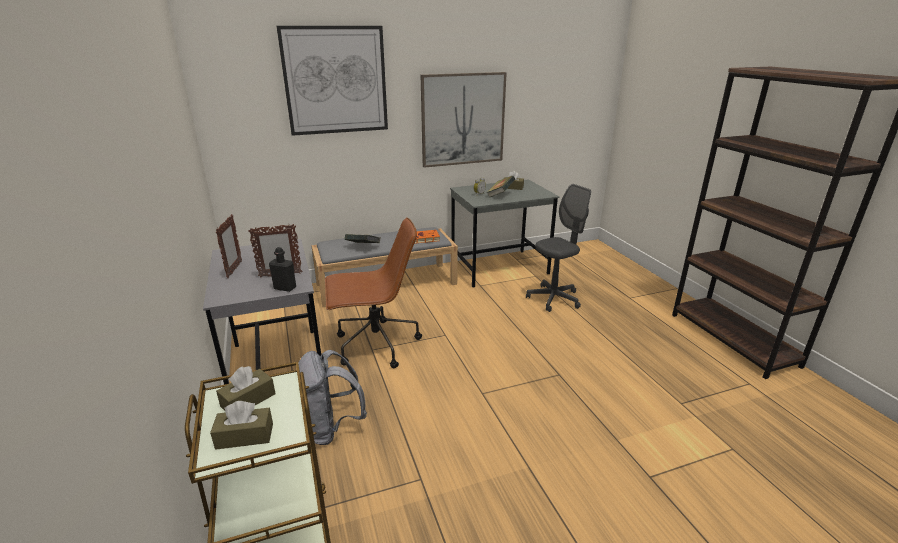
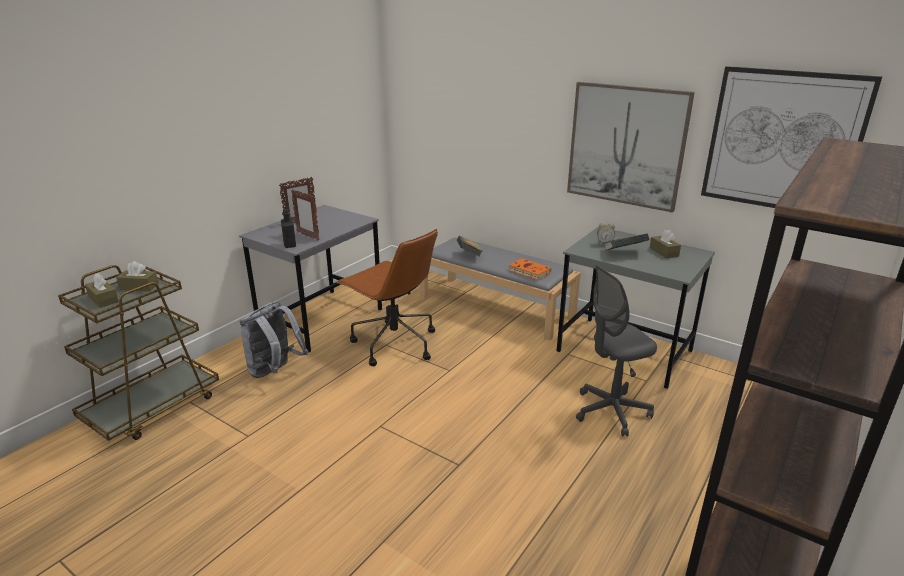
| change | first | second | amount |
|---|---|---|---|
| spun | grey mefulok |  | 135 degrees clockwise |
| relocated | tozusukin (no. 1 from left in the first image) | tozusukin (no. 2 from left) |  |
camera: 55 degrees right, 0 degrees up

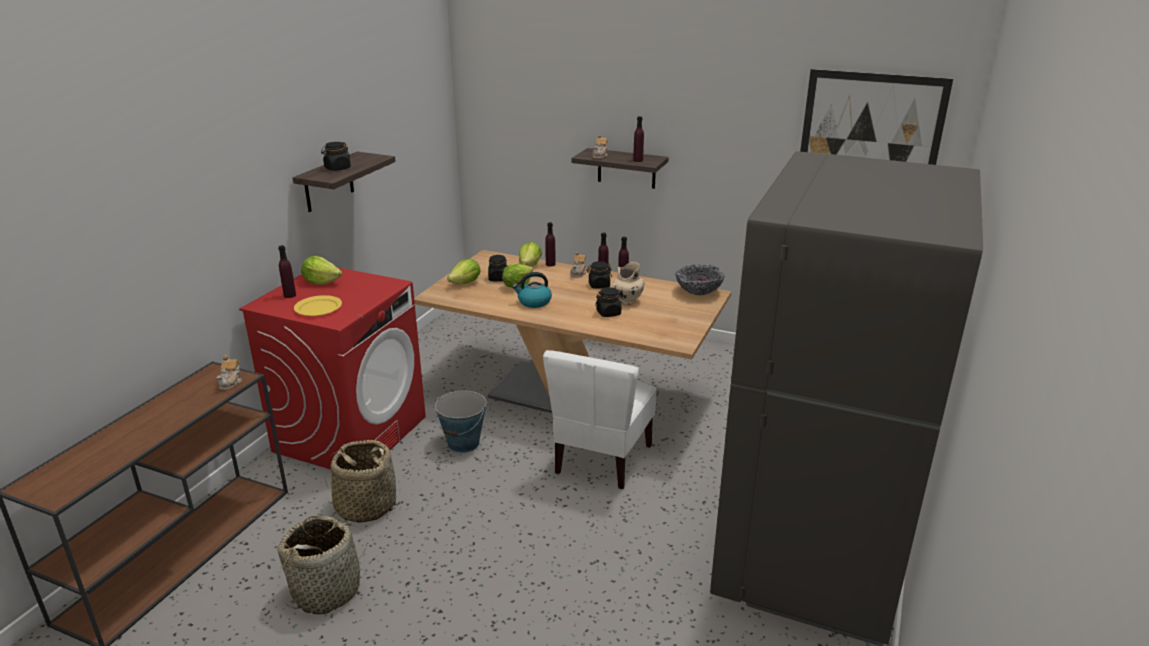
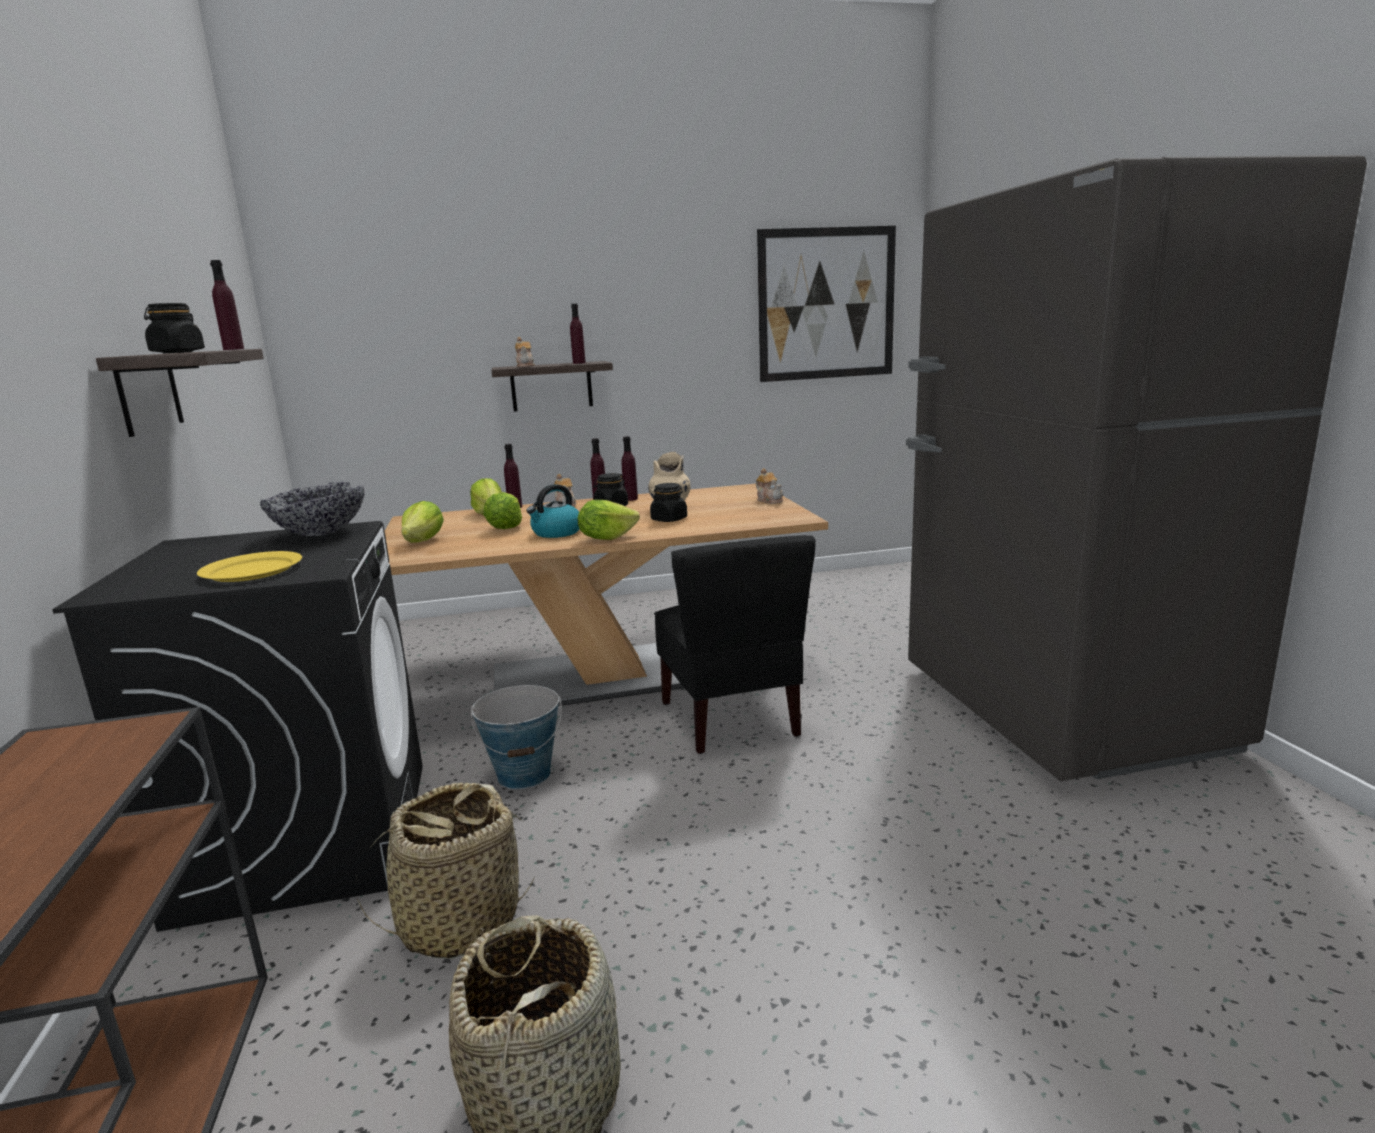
| change | first | second | amount |
|---|---|---|---|
| colour | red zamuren | black zamuren |  |
| relocated | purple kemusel (no. 1 from left) |  |  |
| relocated | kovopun |  |  |
| relocated | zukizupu (no. 1 from left in the first image) | zukizupu (no. 4 from left) |  |
| colour | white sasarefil | black sasarefil |  |
| relocated | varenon (no. 1 from left in the first image) | varenon (no. 3 from left) |  |
| missing | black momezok (no. 2 from left) |  |  |
camera: 35 degrees left, 10 degrees down

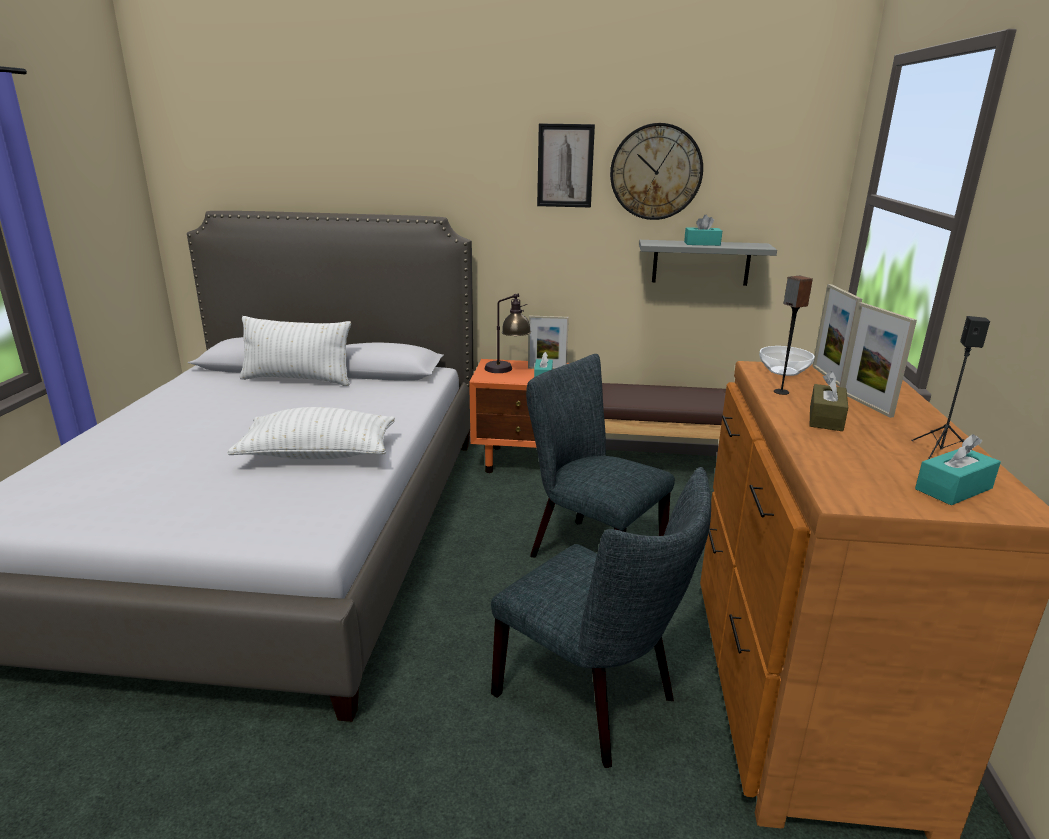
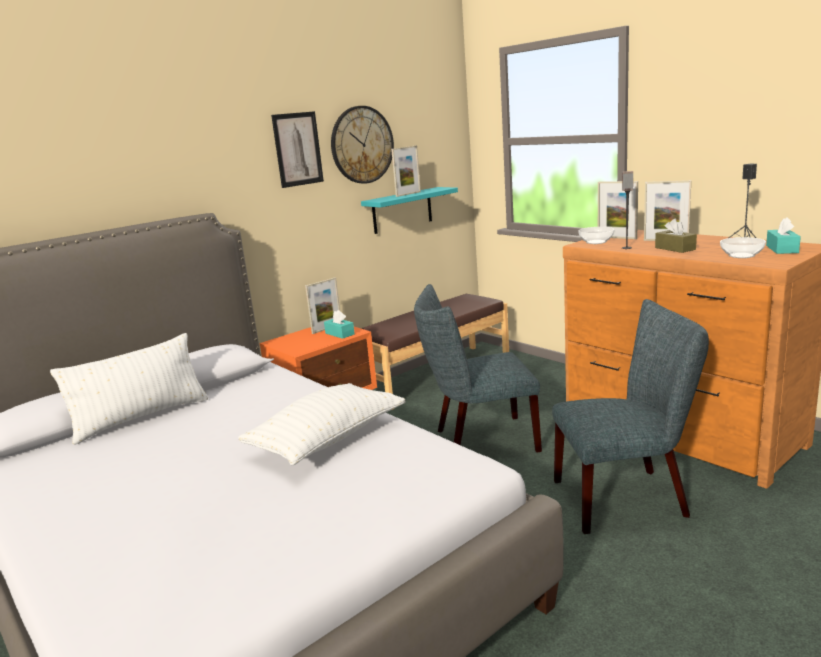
| change | first | second | amount |
|---|---|---|---|
| colour | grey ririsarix | turquoise ririsarix |  |
| exchanged | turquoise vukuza (no. 2 from left) | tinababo (no. 2 from left) |  |
| appeared |  | kovopun (no. 2 from left) |  |
| missing | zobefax |  |  |
camera: 45 degrees left, 5 degrees down

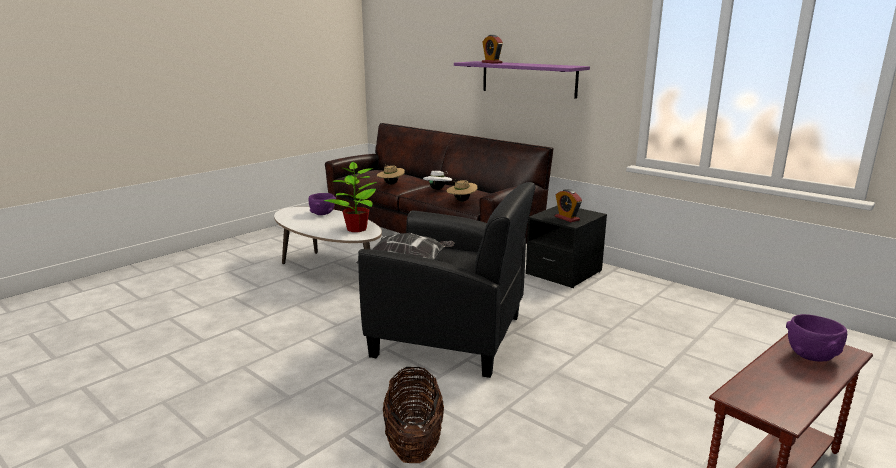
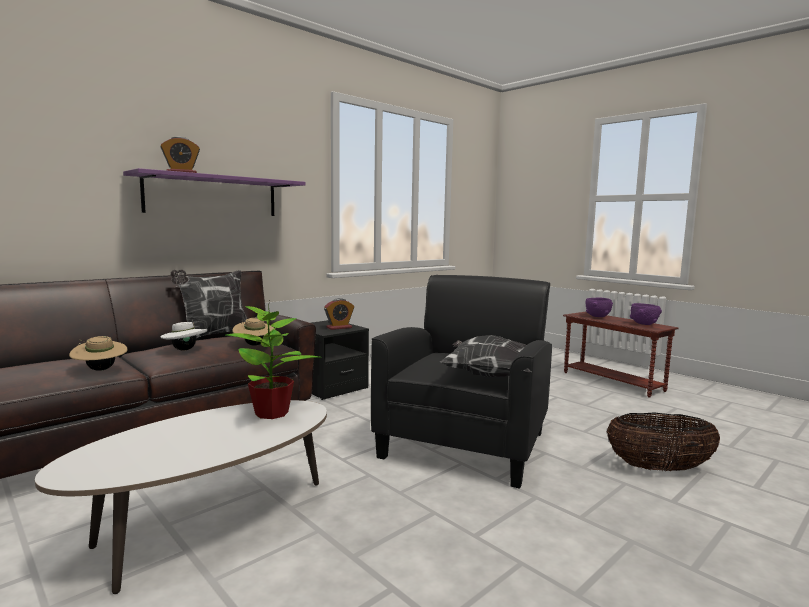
| change | first | second | amount |
|---|---|---|---|
| appeared |  | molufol (no. 1 from left) |  |
| relocated | purple kovopun (no. 1 from left in the first image) | purple kovopun (no. 2 from left) |  |
camera: 85 degrees left, 10 degrees down

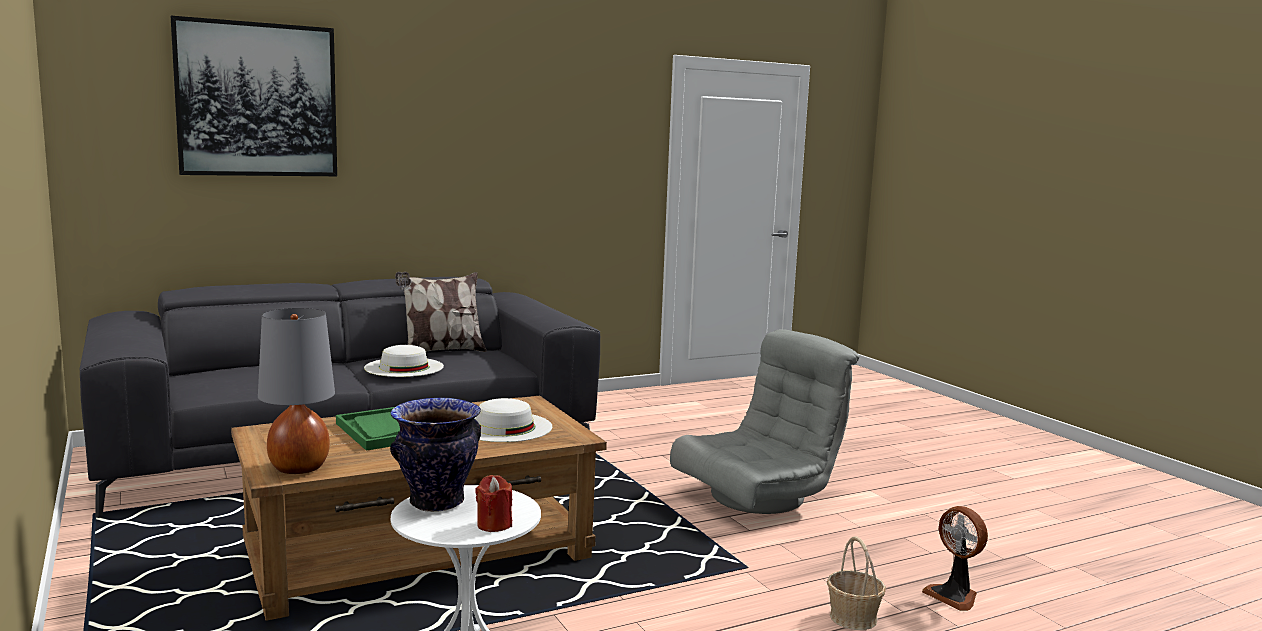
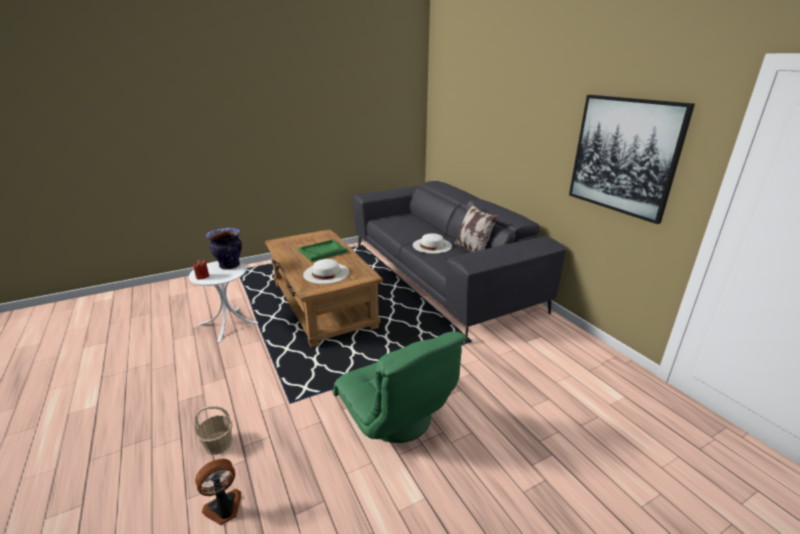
| change | first | second | amount |
|---|---|---|---|
| colour | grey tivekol | green tivekol |  |
| relocated | tozusukin |  |  |
| missing | grey zobefax |  |  |
camera: 90 degrees right, 15 degrees up

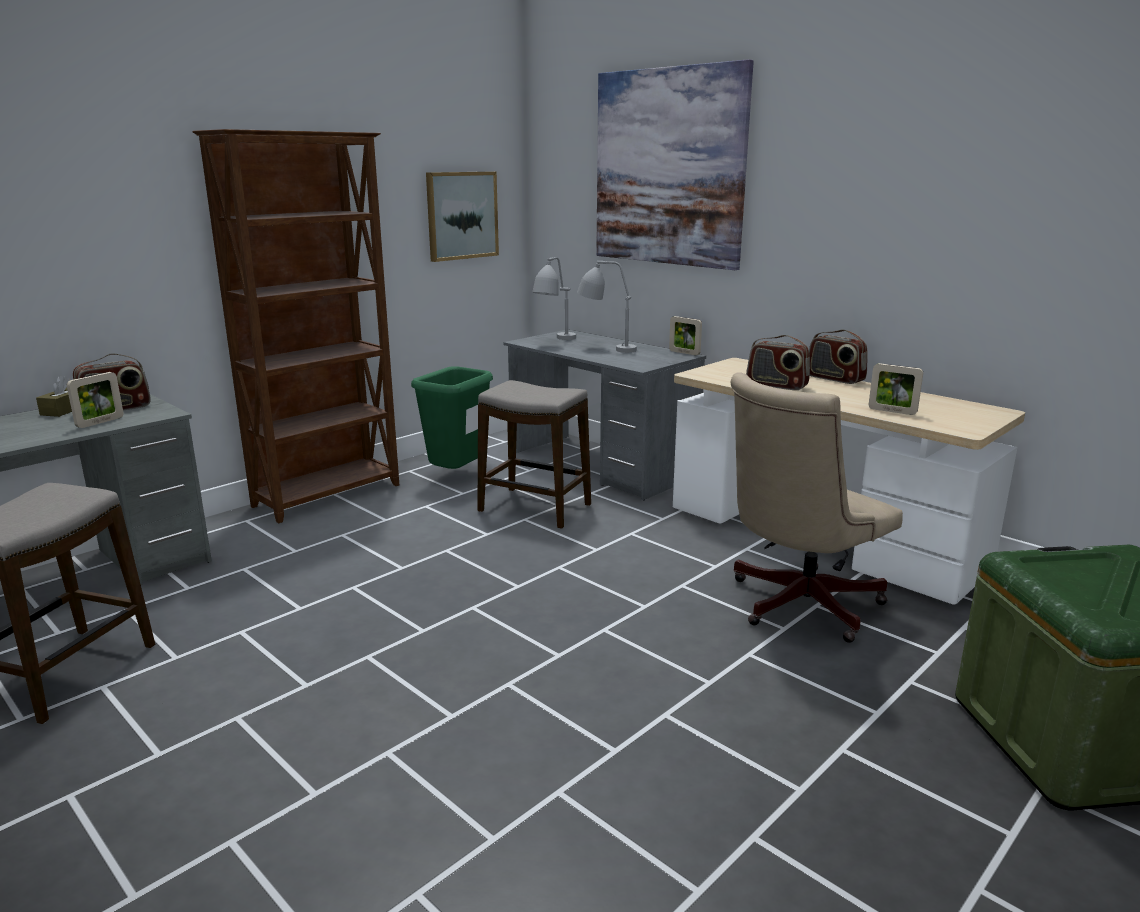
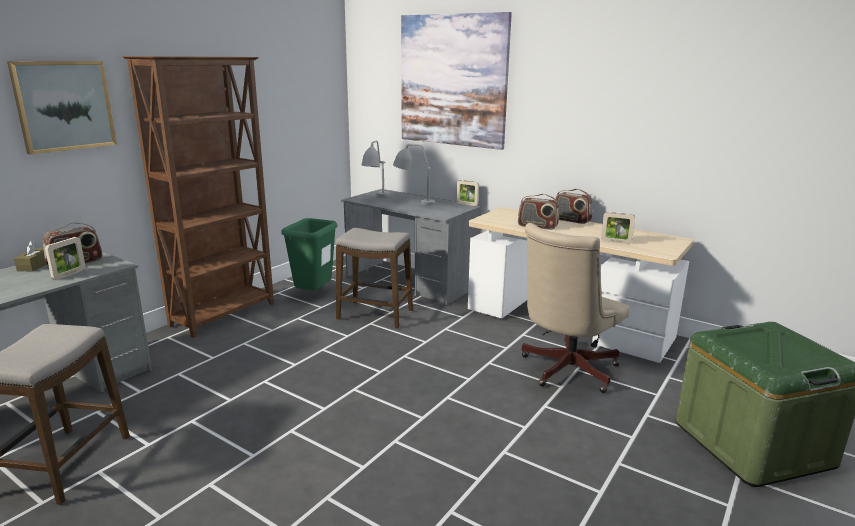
| change | first | second | amount |
|---|---|---|---|
| relocated | tozusukin (no. 1 from left) |  |  |
camera: 10 degrees left, 0 degrees up

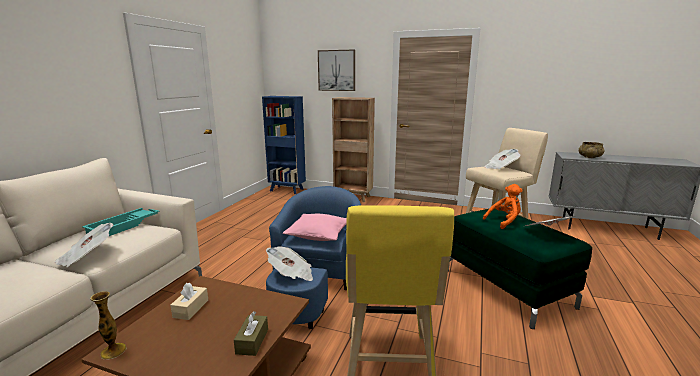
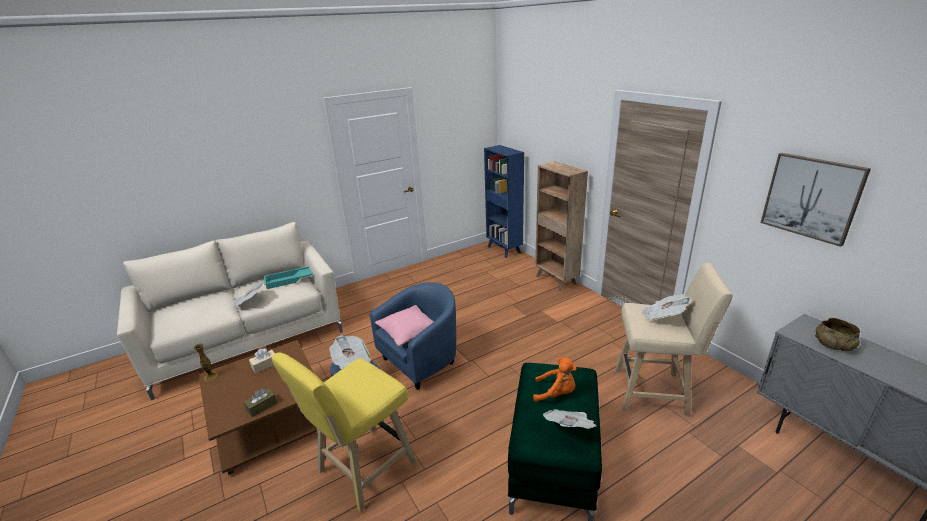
| change | first | second | amount |
|---|---|---|---|
| relocated | tozusukin |  |  |
camera: 40 degrees right, 10 degrees up

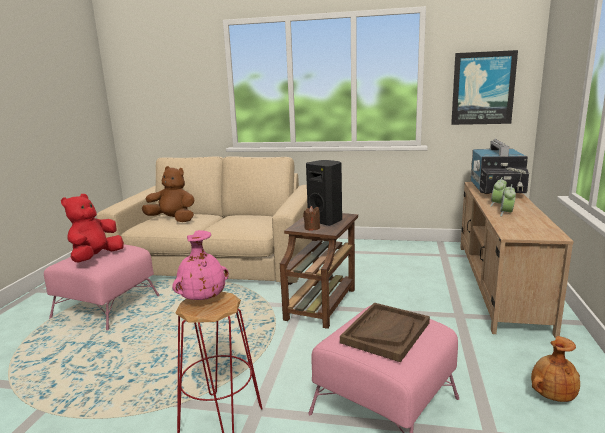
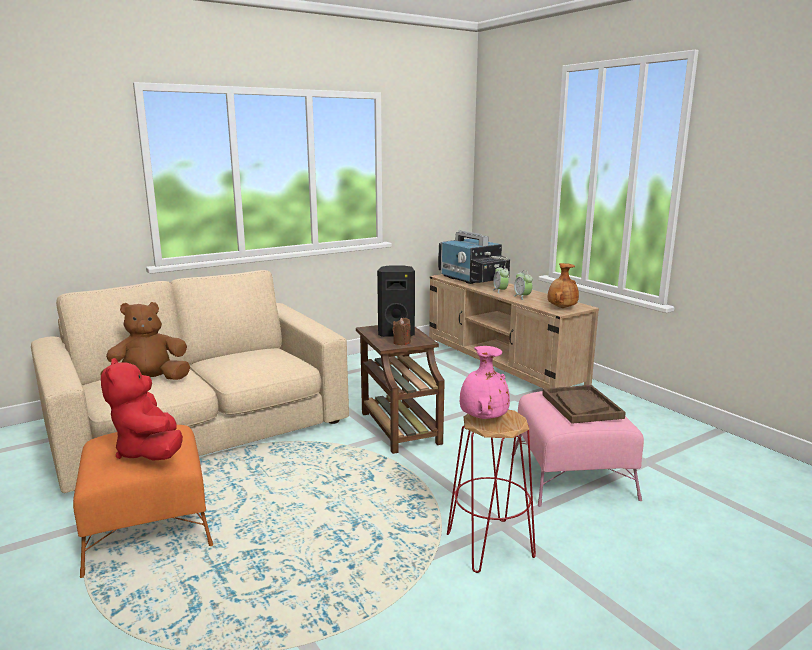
| change | first | second | amount |
|---|---|---|---|
| colour | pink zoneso (no. 1 from left) | orange zoneso |  |
| relocated | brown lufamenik |  |  |
| missing | tozusukin |  |  |
camera: 45 degrees left, 0 degrees up

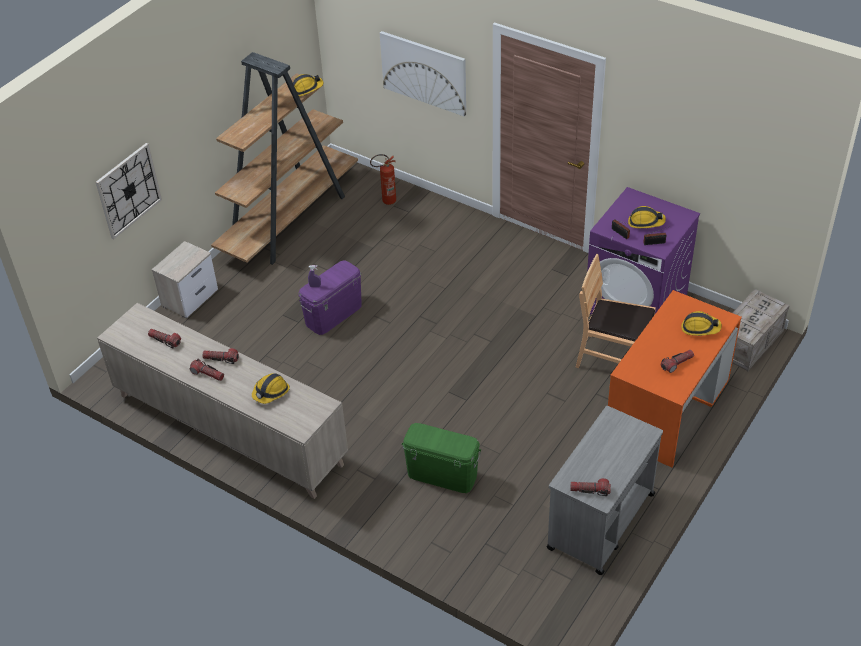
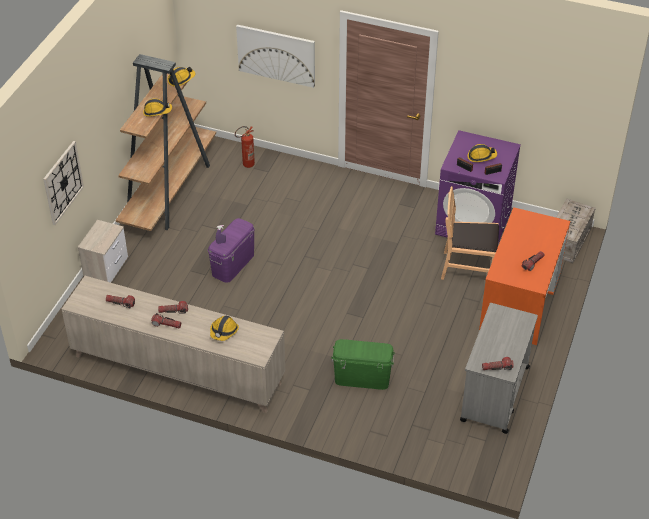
| change | first | second | amount |
|---|---|---|---|
| relocated | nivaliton (no. 4 from left in the first image) | nivaliton (no. 1 from left) |  |
camera: 15 degrees left, 0 degrees up

